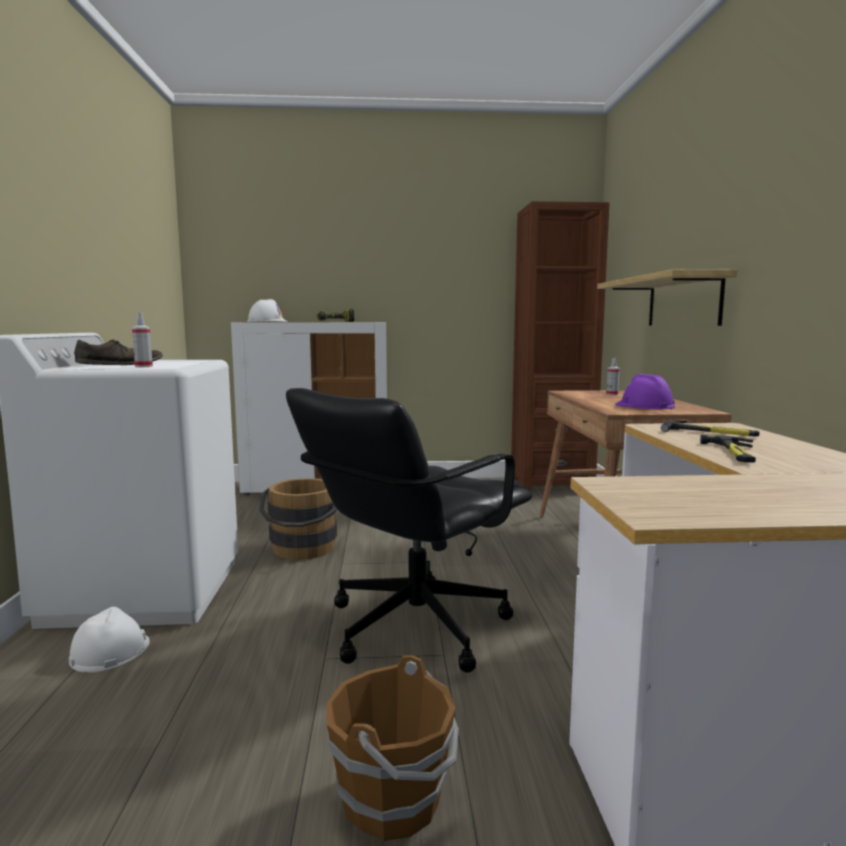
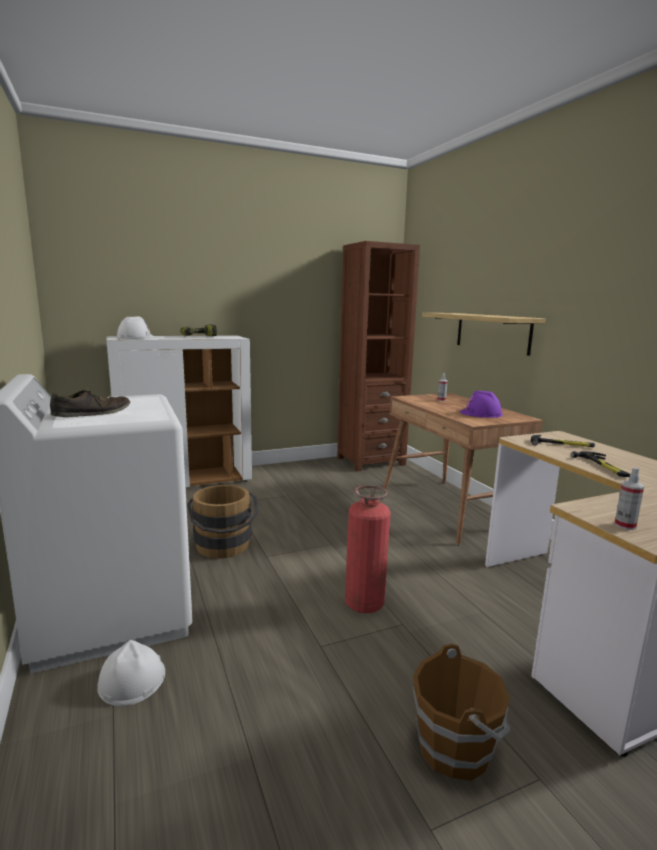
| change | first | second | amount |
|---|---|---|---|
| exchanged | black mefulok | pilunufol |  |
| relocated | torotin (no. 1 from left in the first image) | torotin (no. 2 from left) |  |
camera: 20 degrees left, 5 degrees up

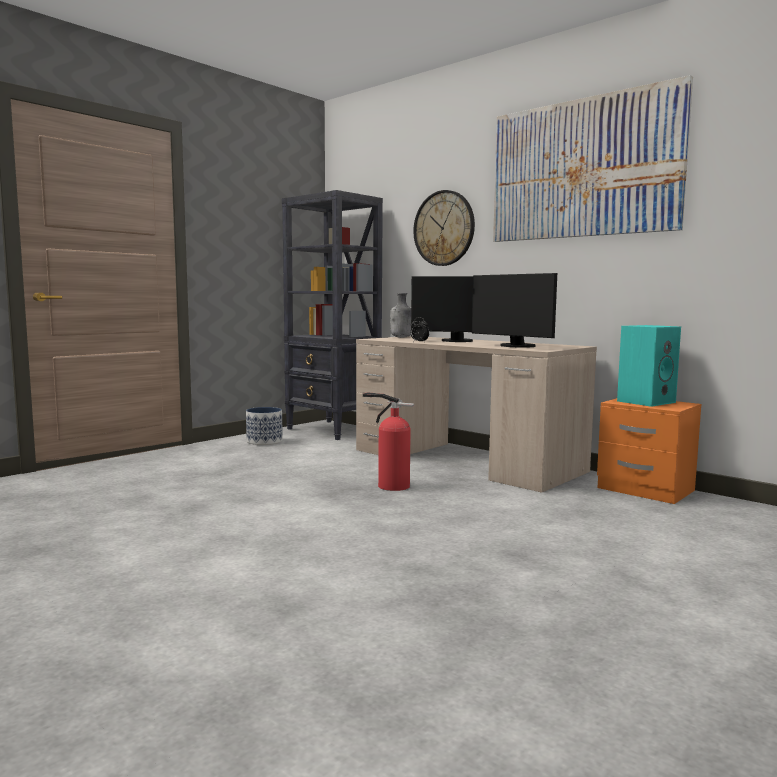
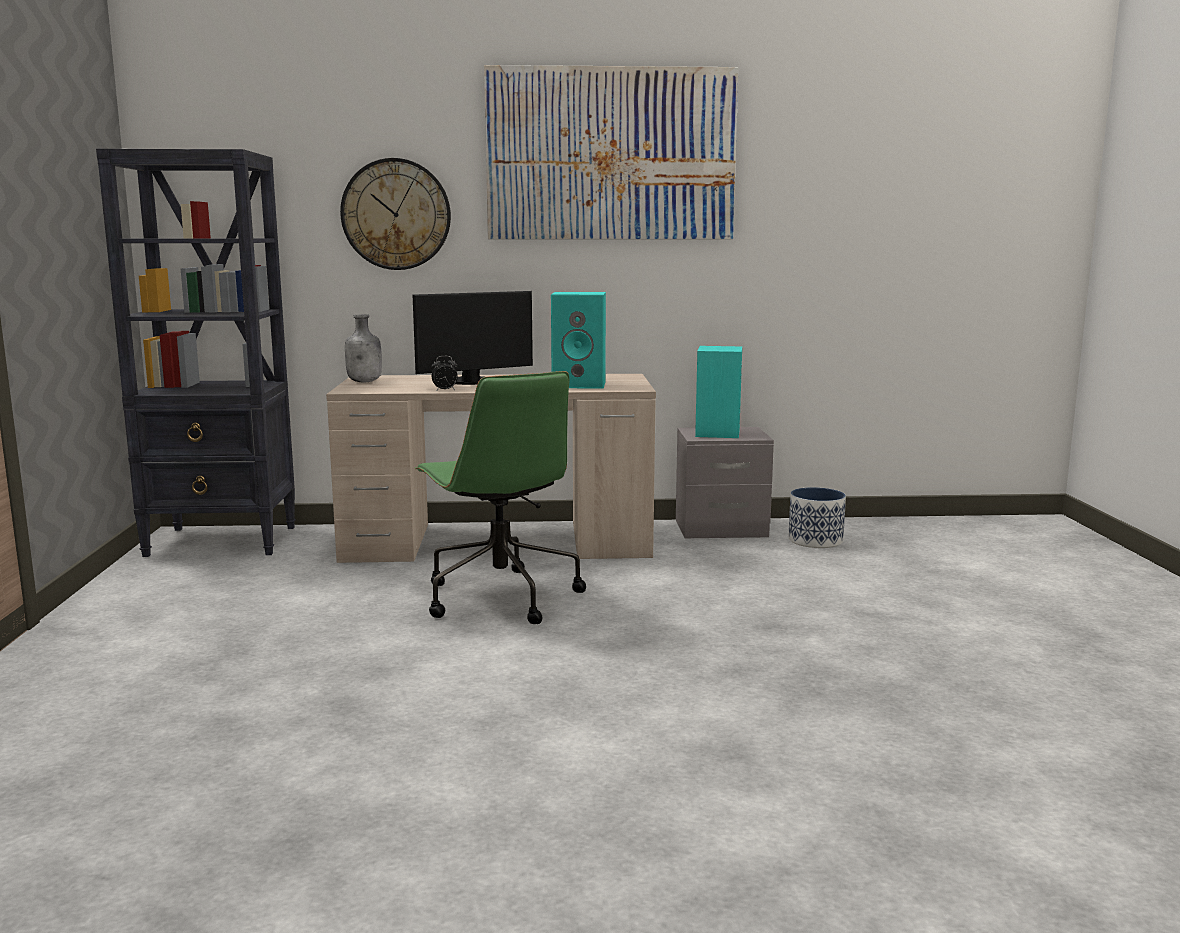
| change | first | second | amount |
|---|---|---|---|
| exchanged | pilunufol | green mefulok |  |
| exchanged | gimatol (no. 2 from left) | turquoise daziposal (no. 1 from left) |  |
| colour | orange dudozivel | grey dudozivel |  |
| relocated | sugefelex |  |  |
camera: 45 degrees left, 5 degrees up

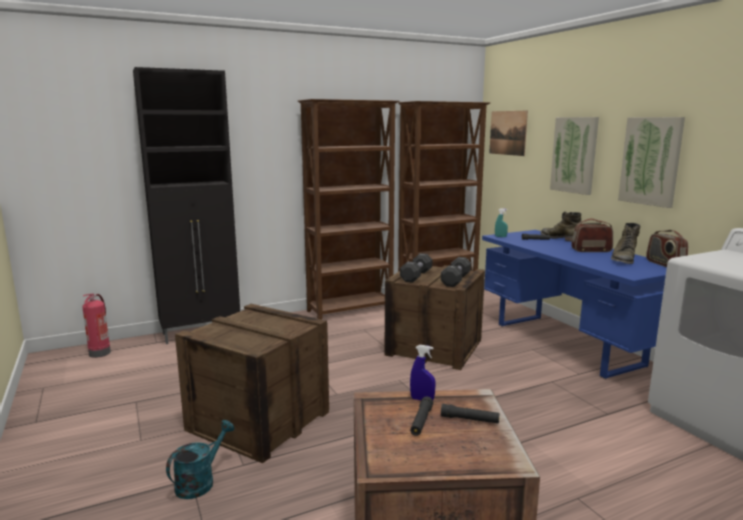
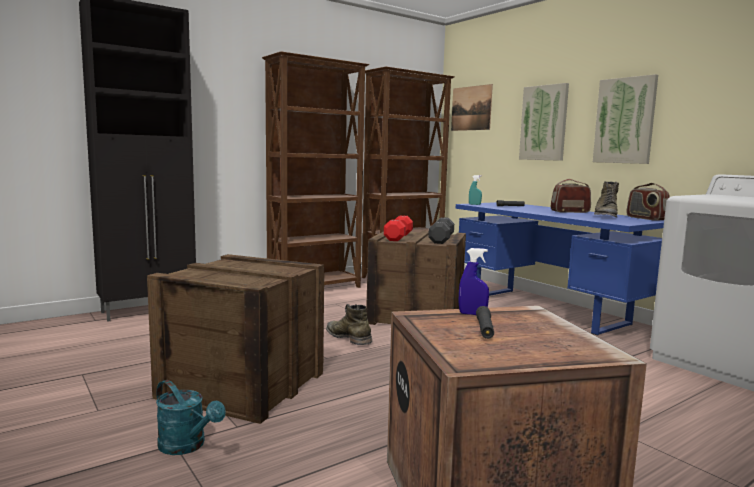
| change | first | second | amount |
|---|---|---|---|
| spun | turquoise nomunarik |  | 105 degrees clockwise |
| relocated | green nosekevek (no. 1 from left) |  |  |
| colour | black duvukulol (no. 1 from left) | red duvukulol |  |
| missing | pilunufol |  |  |
| missing | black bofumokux (no. 2 from left) |  |  |
camera: 10 degrees left, 5 degrees down

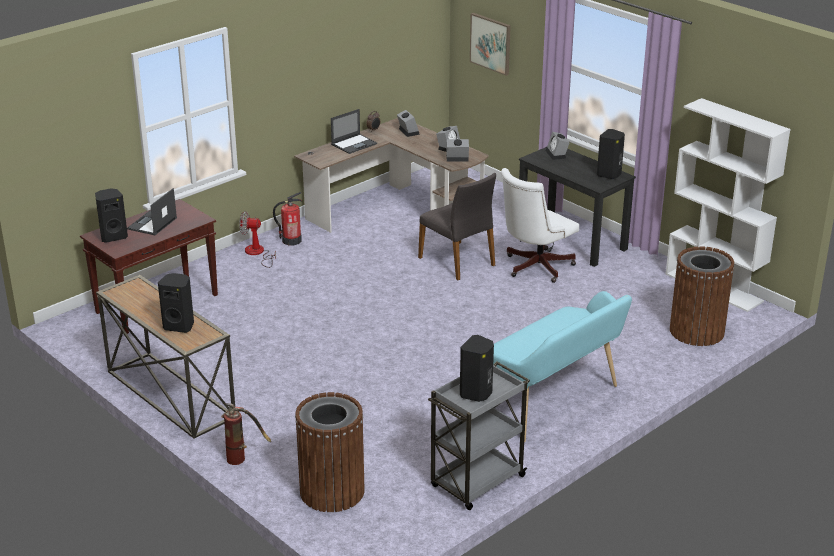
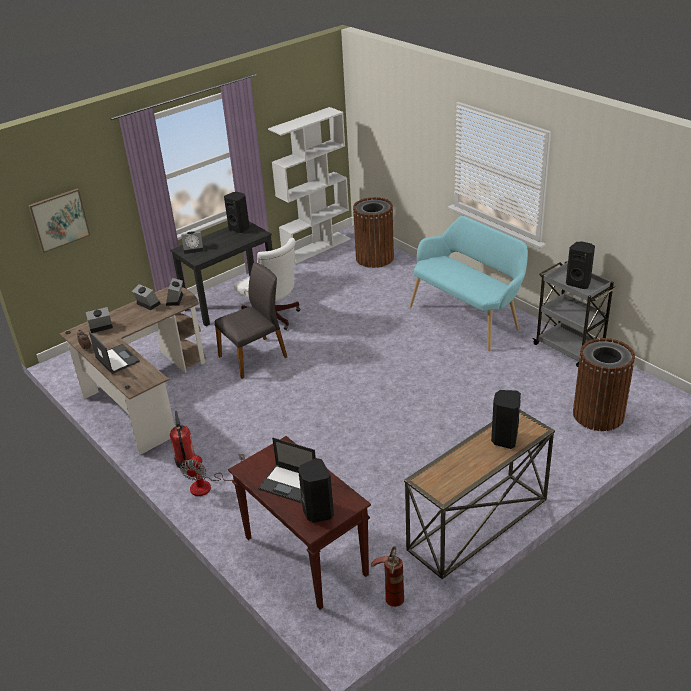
| change | first | second | amount |
|---|---|---|---|
| relocated | pilunufol (no. 1 from left in the first image) | pilunufol (no. 2 from left) |  |
camera: 85 degrees left, 5 degrees up

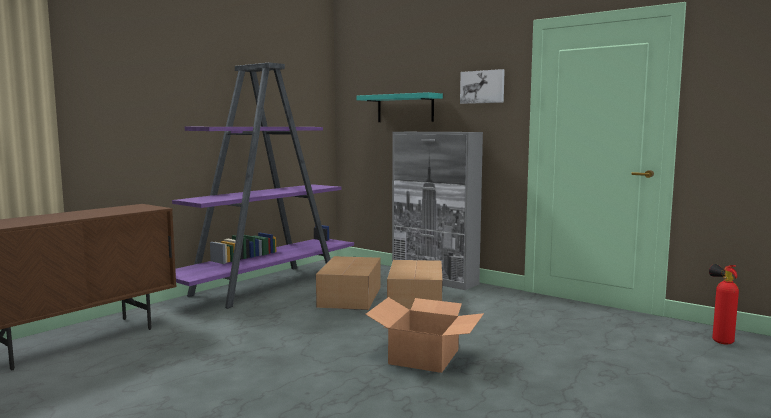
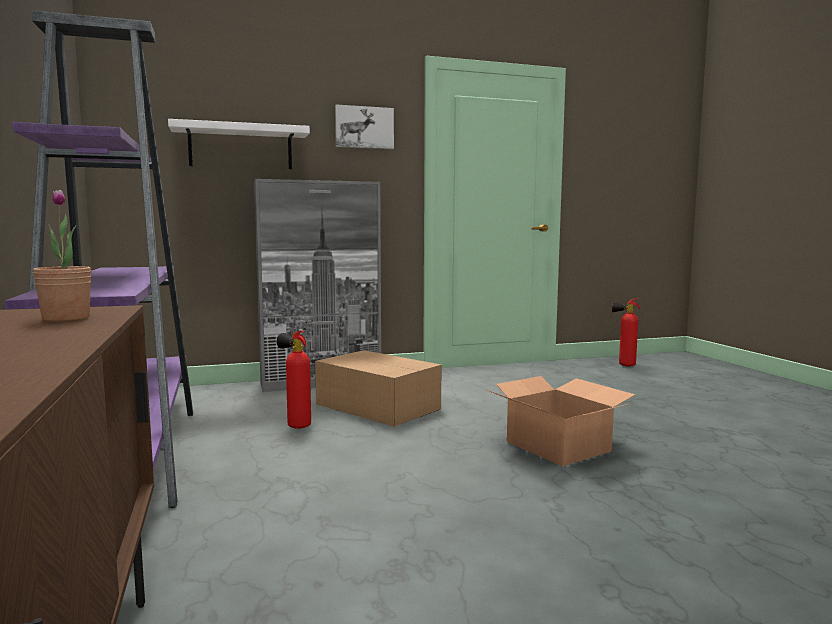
| change | first | second | amount |
|---|---|---|---|
| appeared |  | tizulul |  |
| colour | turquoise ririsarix | white ririsarix |  |
| exchanged | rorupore (no. 1 from left) | pilunufol (no. 1 from left) |  |
camera: 55 degrees left, 0 degrees up

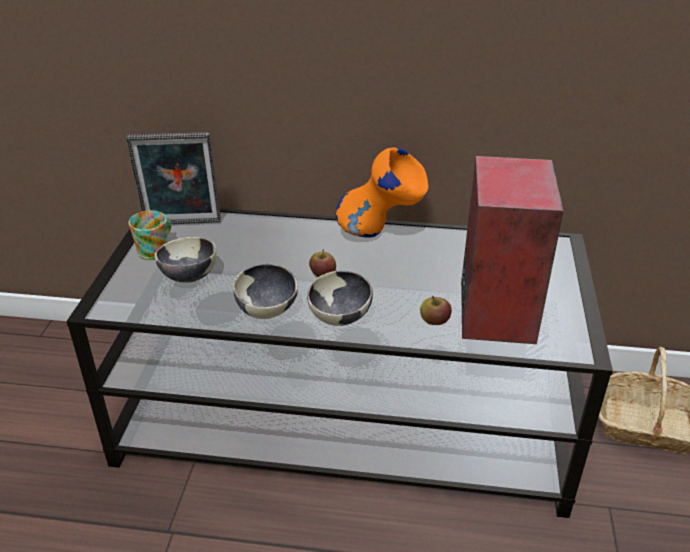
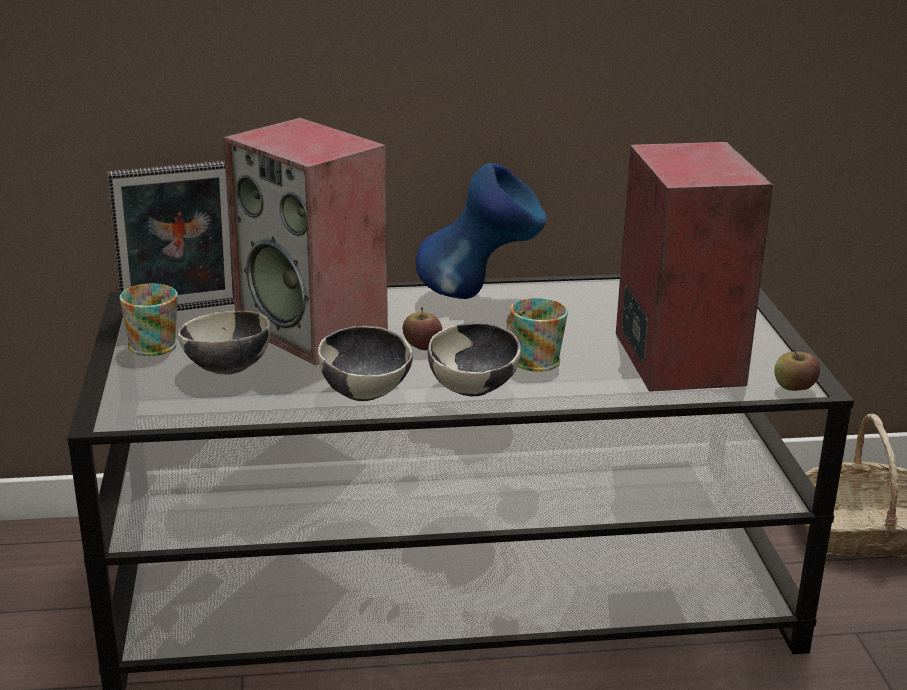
| change | first | second | amount |
|---|---|---|---|
| appeared |  | daziposal (no. 1 from left) |  |
| colour | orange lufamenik | blue lufamenik |  |
| appeared |  | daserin (no. 2 from left) |  |
| relocated | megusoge (no. 2 from left) |  |  |
camera: 15 degrees left, 10 degrees down

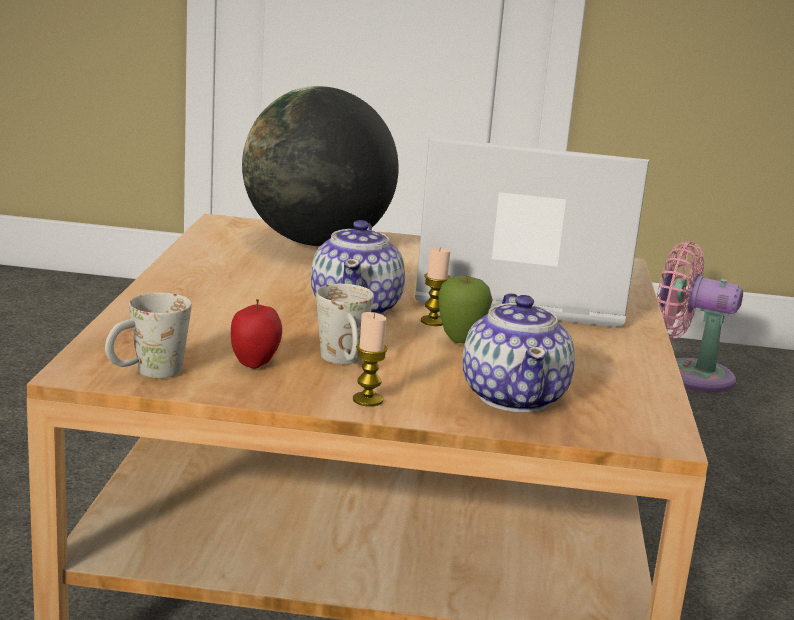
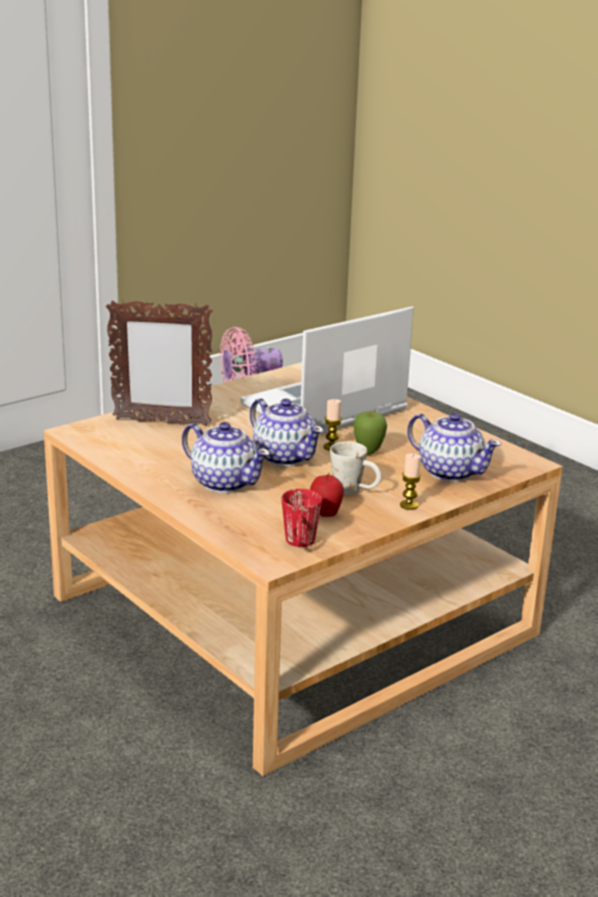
| change | first | second | amount |
|---|---|---|---|
| exchanged | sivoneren | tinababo |  |
| appeared |  | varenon (no. 1 from left) |  |
| colour | white daserin (no. 1 from left) | red daserin |  |
camera: 45 degrees left, 5 degrees up

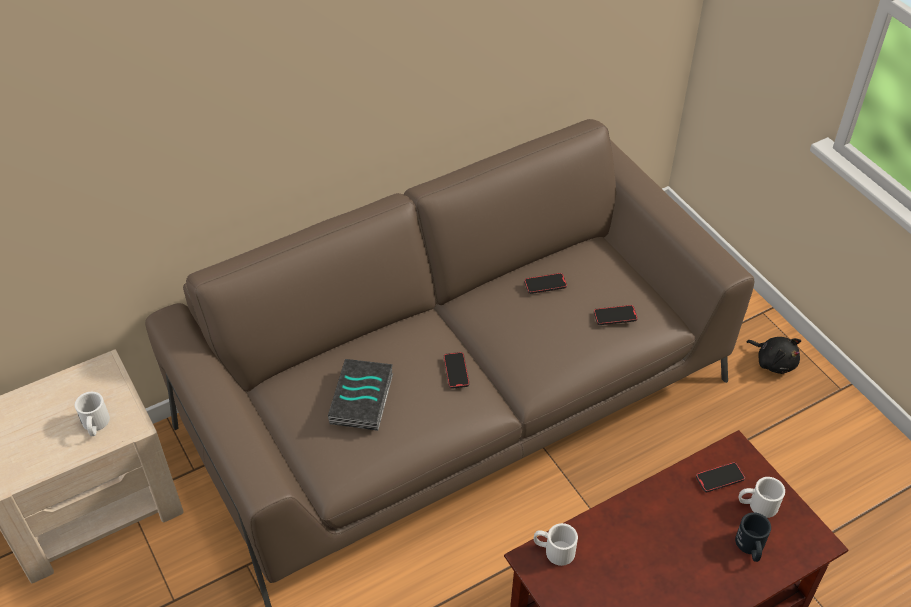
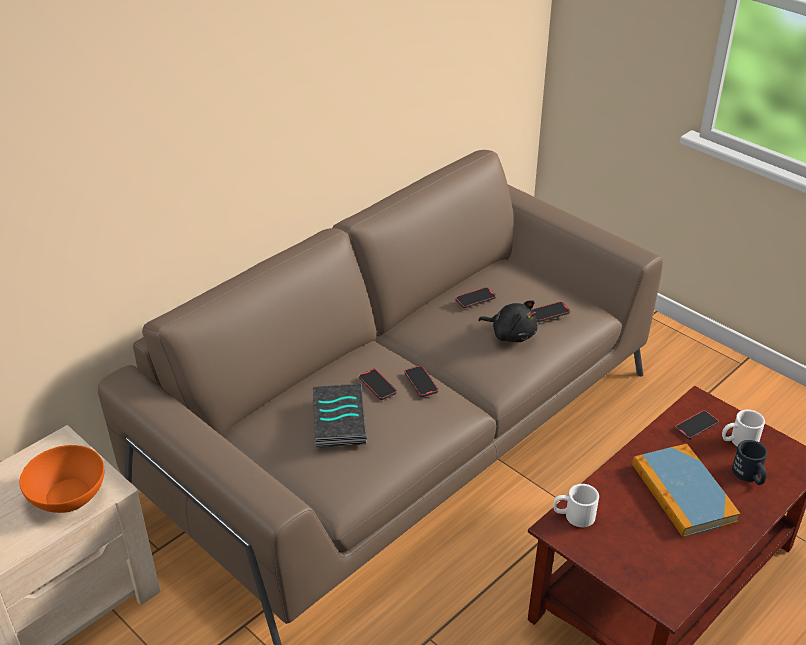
| change | first | second | amount |
|---|---|---|---|
| exchanged | white daserin (no. 1 from left) | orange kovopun |  |
| appeared |  | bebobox (no. 1 from left) |  |
| relocated | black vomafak |  |  |
| appeared |  | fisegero (no. 2 from left) |  |
camera: 15 degrees left, 10 degrees down

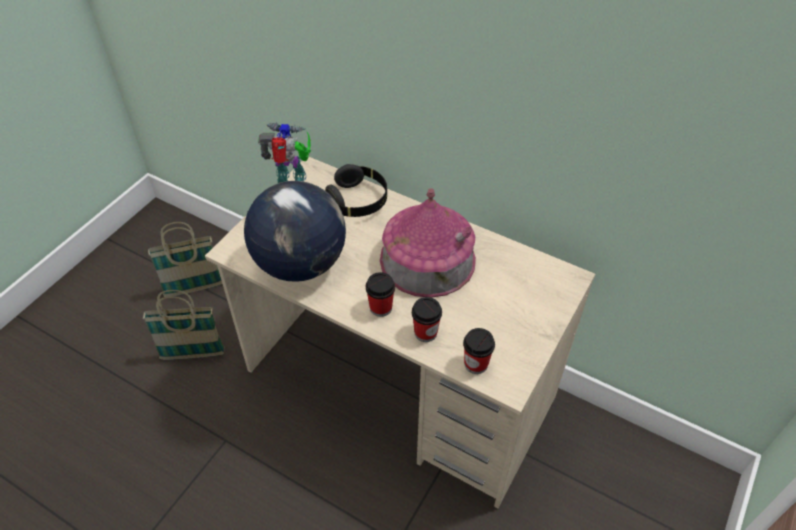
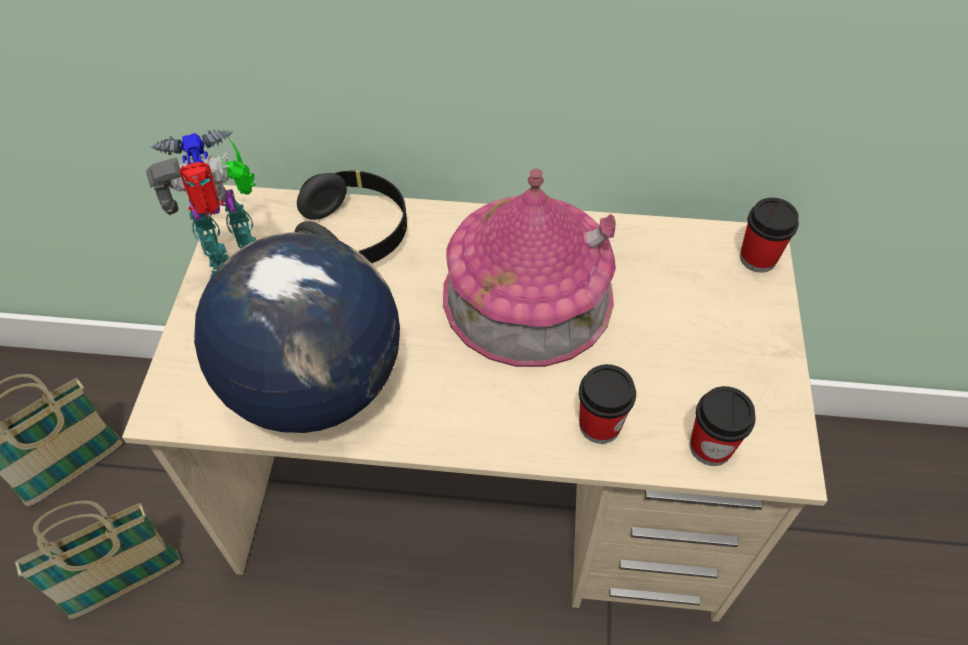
| change | first | second | amount |
|---|---|---|---|
| relocated | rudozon (no. 1 from left in the first image) | rudozon (no. 3 from left) |  |
camera: 25 degrees left, 5 degrees up

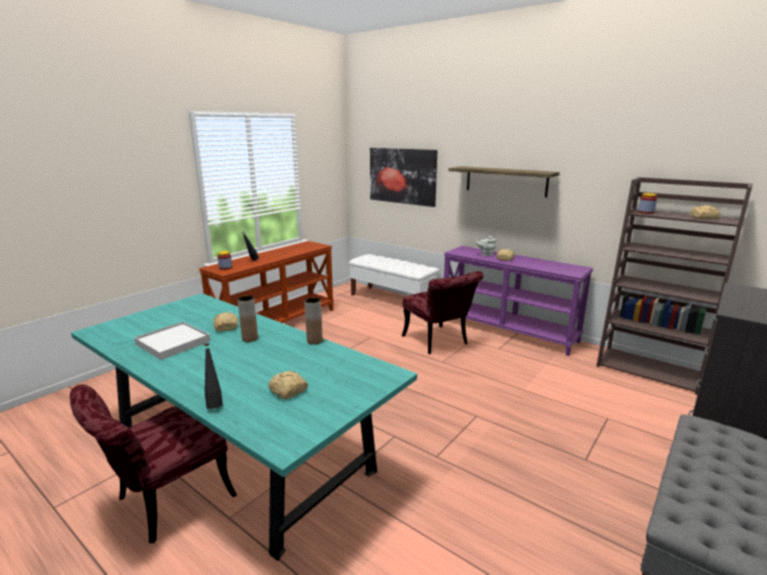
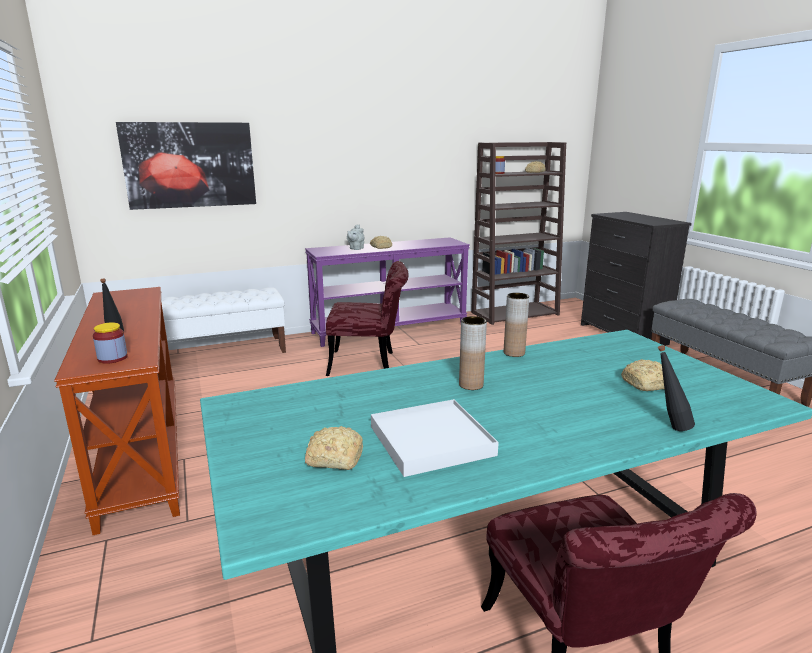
| change | first | second | amount |
|---|---|---|---|
| relocated | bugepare (no. 1 from left) |  |  |
| missing | ririsarix |  |  |
camera: 60 degrees left, 0 degrees up

